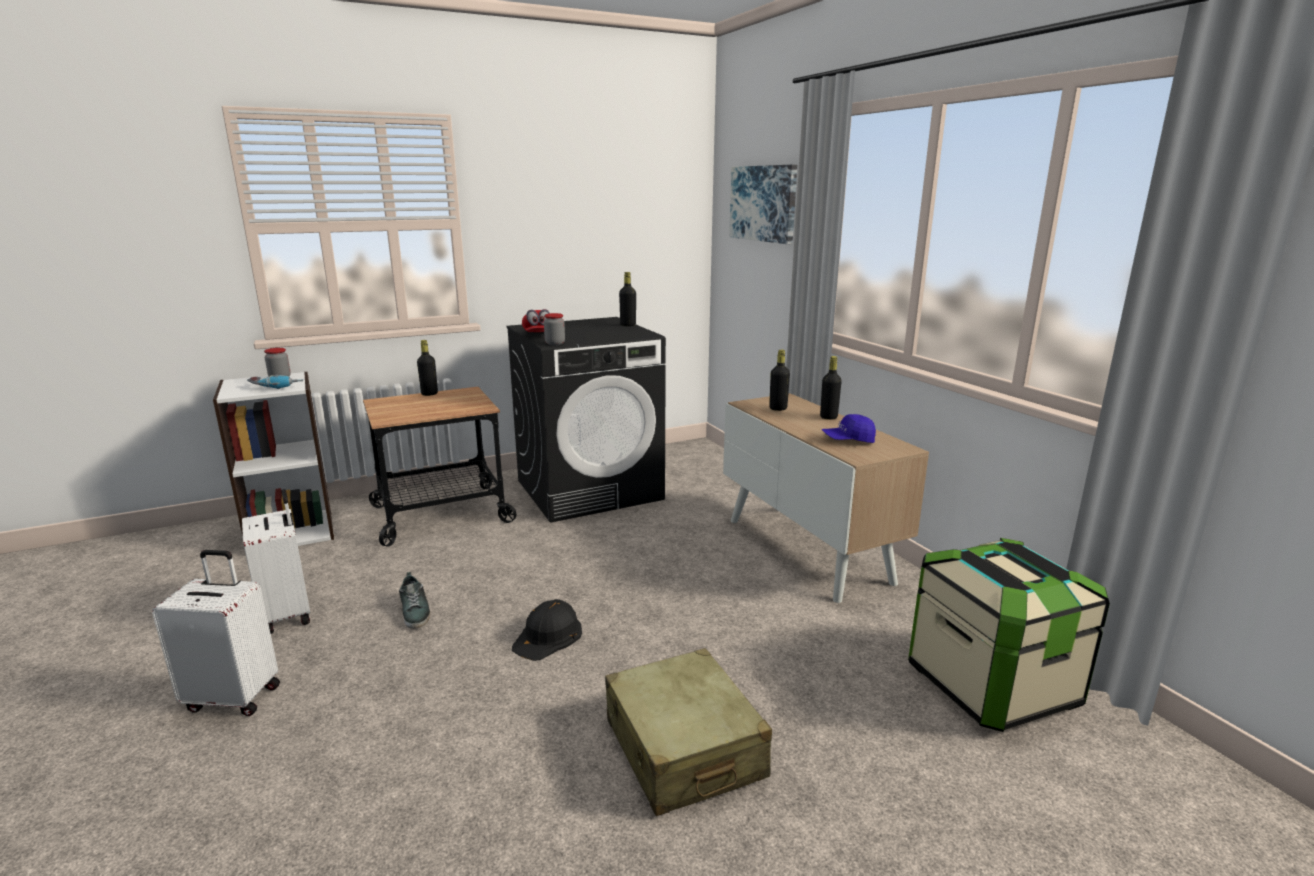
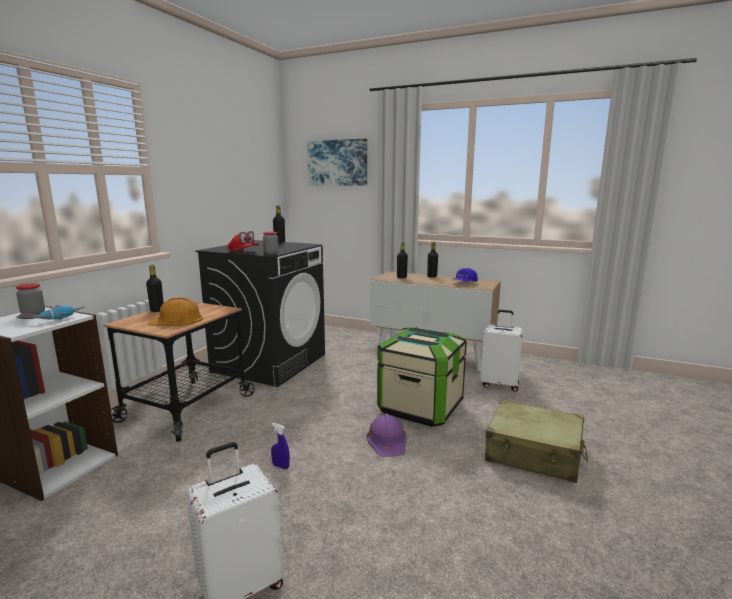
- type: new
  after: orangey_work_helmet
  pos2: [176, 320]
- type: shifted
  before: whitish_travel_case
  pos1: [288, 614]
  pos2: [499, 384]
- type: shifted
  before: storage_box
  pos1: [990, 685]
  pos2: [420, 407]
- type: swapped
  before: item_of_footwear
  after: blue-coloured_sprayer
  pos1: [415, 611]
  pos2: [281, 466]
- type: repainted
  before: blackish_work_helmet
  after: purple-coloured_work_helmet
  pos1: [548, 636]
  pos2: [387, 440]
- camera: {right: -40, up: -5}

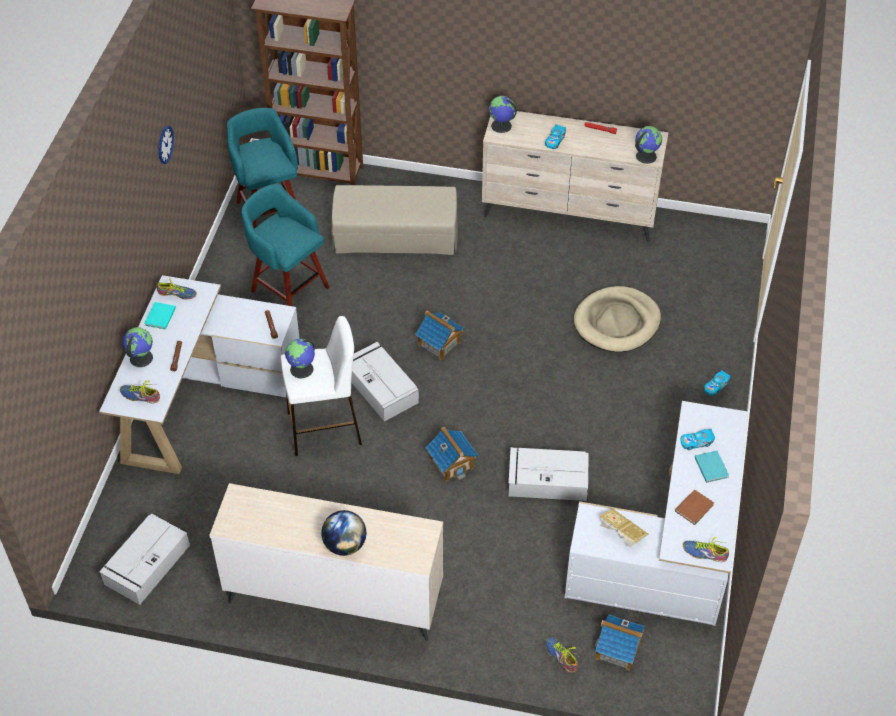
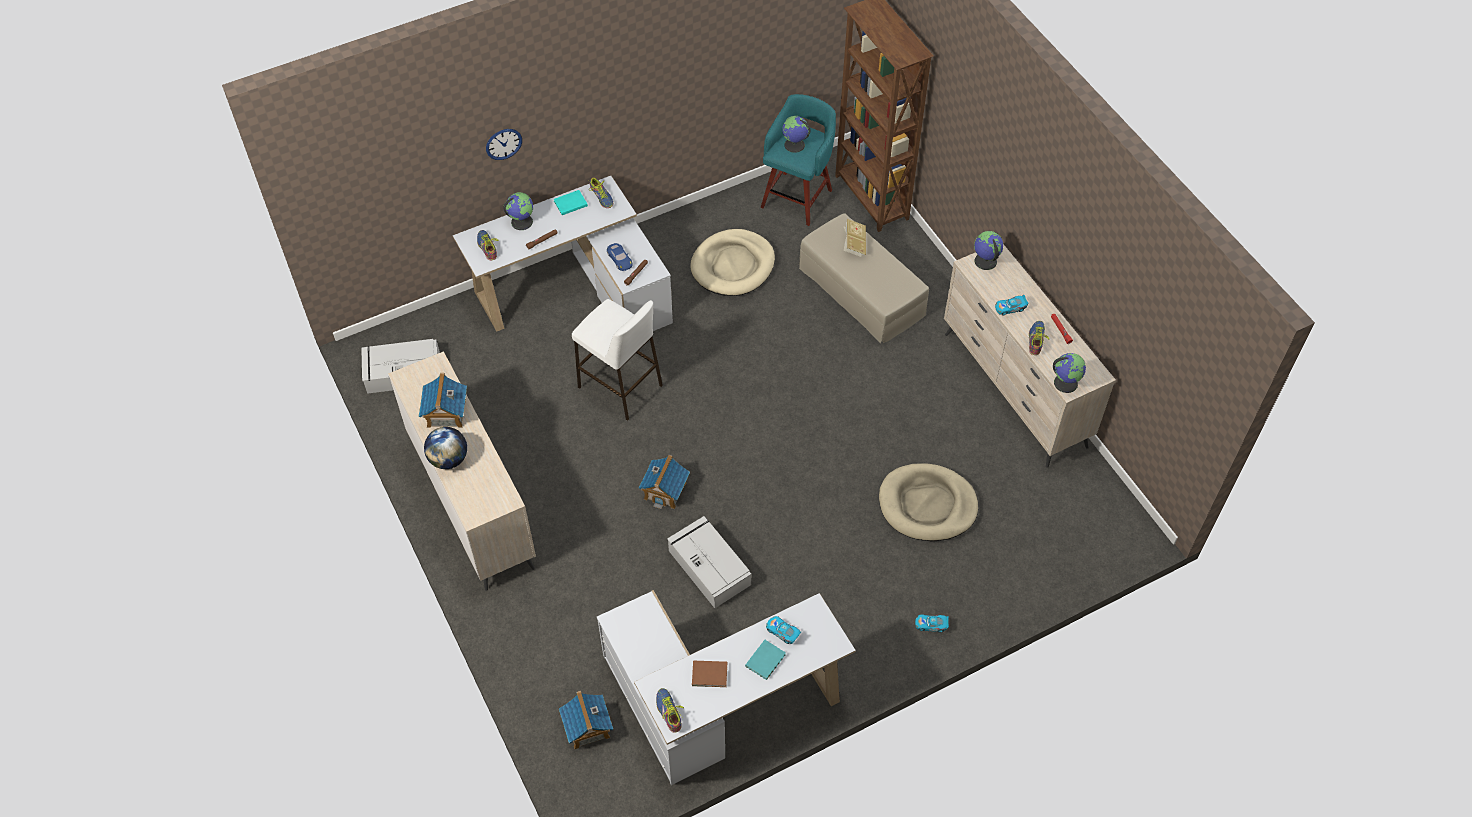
- type: gone
  before: gray_storage_box
  pos1: [380, 387]
- type: new
  after: blue-coloured_toy_car
  pos2: [619, 259]
- type: shifted
  before: clock_on_the_wall
  pos1: [165, 144]
  pos2: [503, 144]
- type: shifted
  before: globe
  pos1: [302, 369]
  pos2: [794, 145]
- type: shifted
  before: model_house
  pos1: [439, 344]
  pos2: [446, 413]
- type: shifted
  before: item_of_footwear
  pos1: [561, 656]
  pos2: [1036, 340]
- type: shifted
  before: bound_book
  pos1: [621, 534]
  pos2: [854, 244]
- type: swapped
  before: turquoise-coloured_sitting_stool
  after: beige-coloured_dog_cushion
  pos1: [288, 288]
  pos2: [733, 265]
- camera: {right: 50, up: 5}

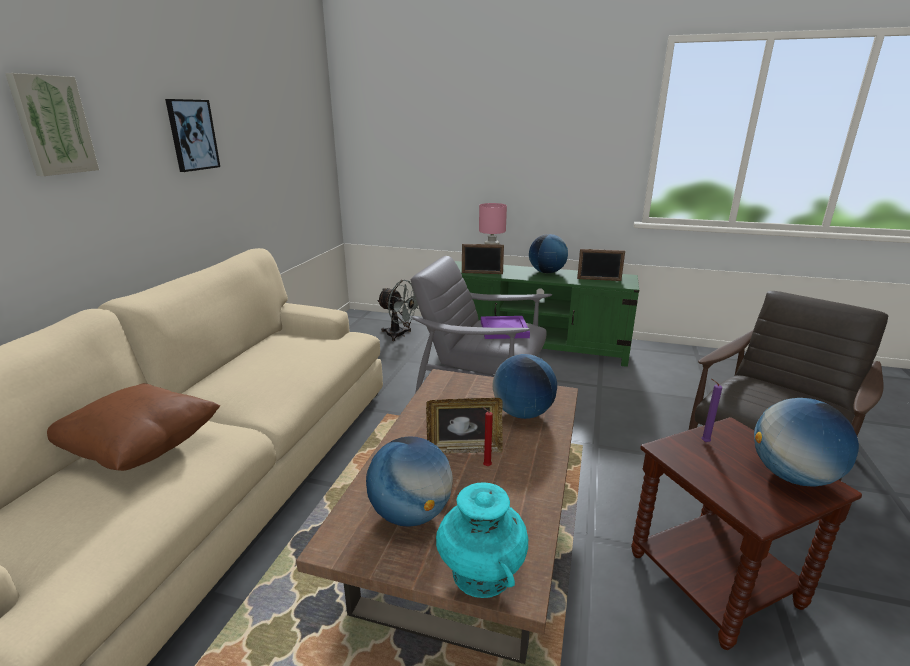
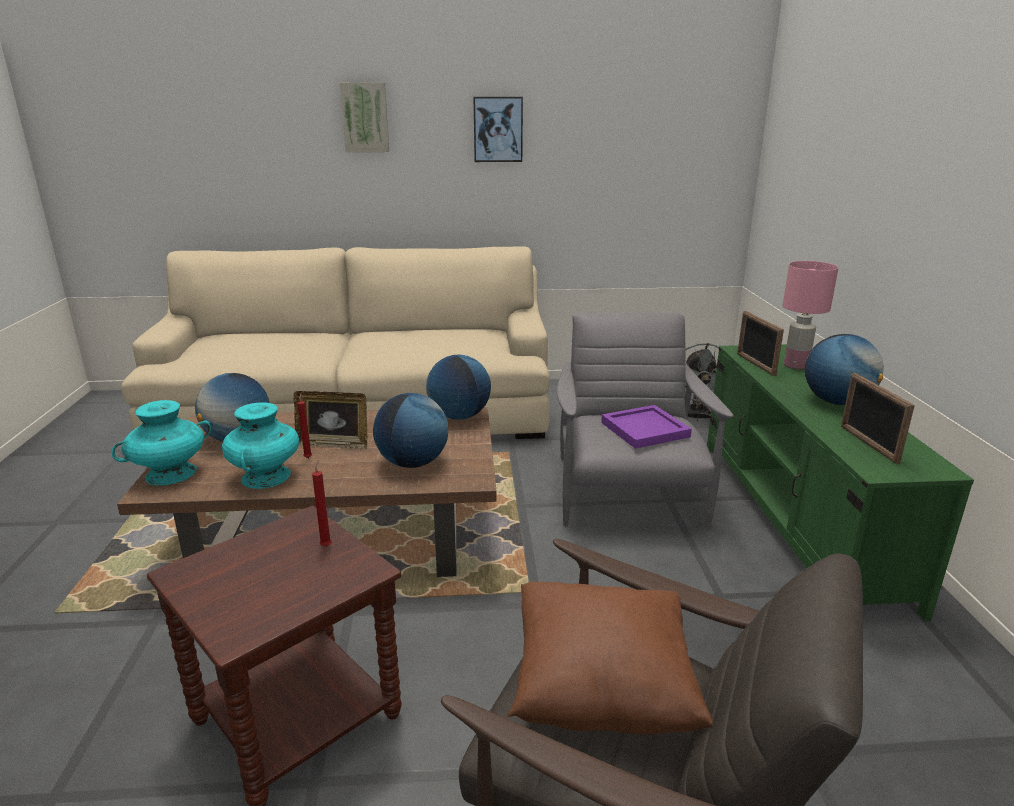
- type: new
  after: turquoise-coloured_decorative_vase
  pos2: [266, 477]
- type: shifted
  before: brown_cushion
  pos1: [142, 449]
  pos2: [601, 689]
- type: shifted
  before: globe
  pos1: [792, 476]
  pos2: [459, 416]
- type: repainted
  before: purple-coloured_wax_light
  after: red-coloured_wax_light
  pos1: [703, 442]
  pos2: [326, 545]
- type: rotated
  before: photo_frame
  pos1: [464, 449]
  pos2: [334, 444]
  turn: -60
- camera: {right: 70, up: 0}

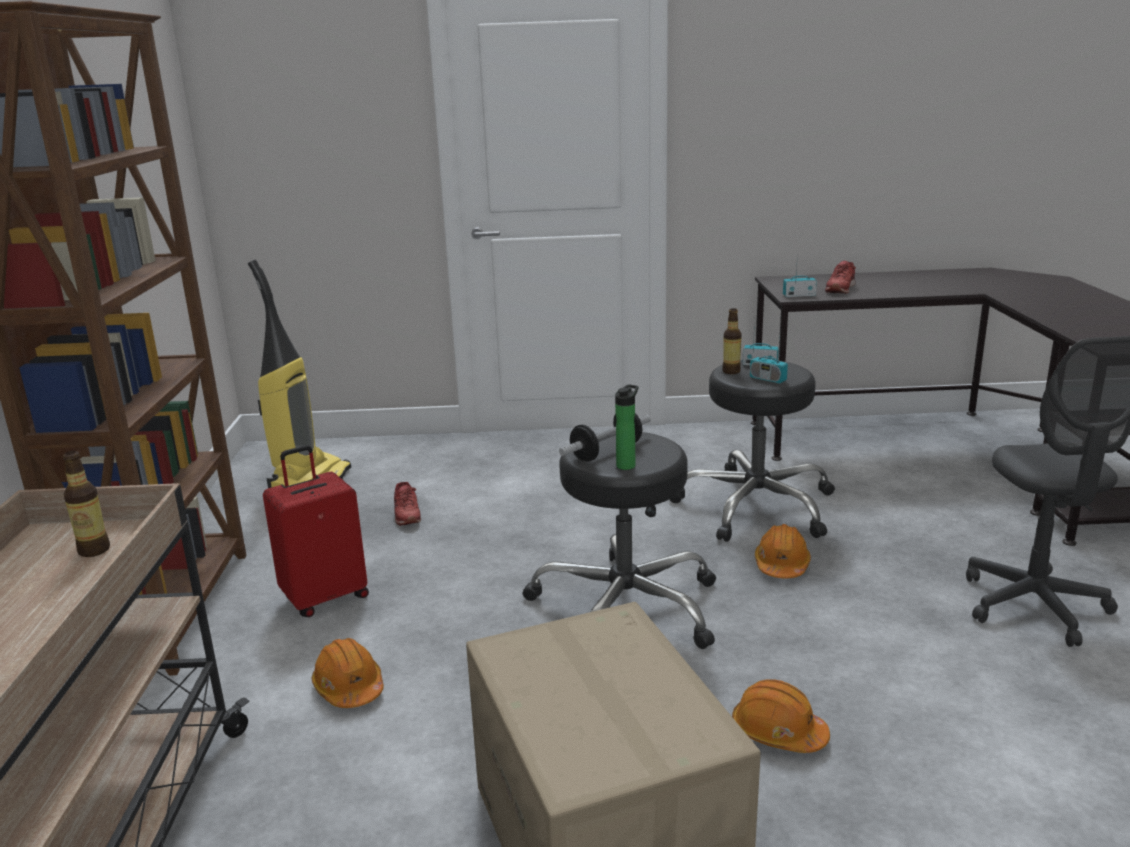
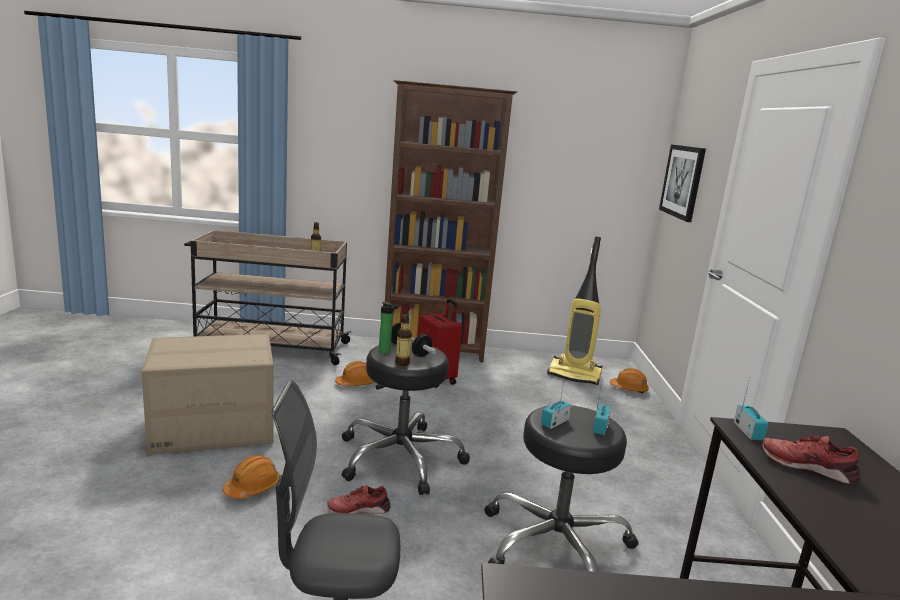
- type: new
  after: wall_art
  pos2: [682, 181]
- type: shifted
  before: red-coloured_item_of_footwear
  pos1: [406, 514]
  pos2: [358, 509]
- type: shifted
  before: beverage_bottle
  pos1: [731, 371]
  pos2: [402, 363]
- type: shifted
  before: orangey_work_helmet
  pos1: [781, 565]
  pos2: [629, 388]
- camera: {right: 90, up: -5}

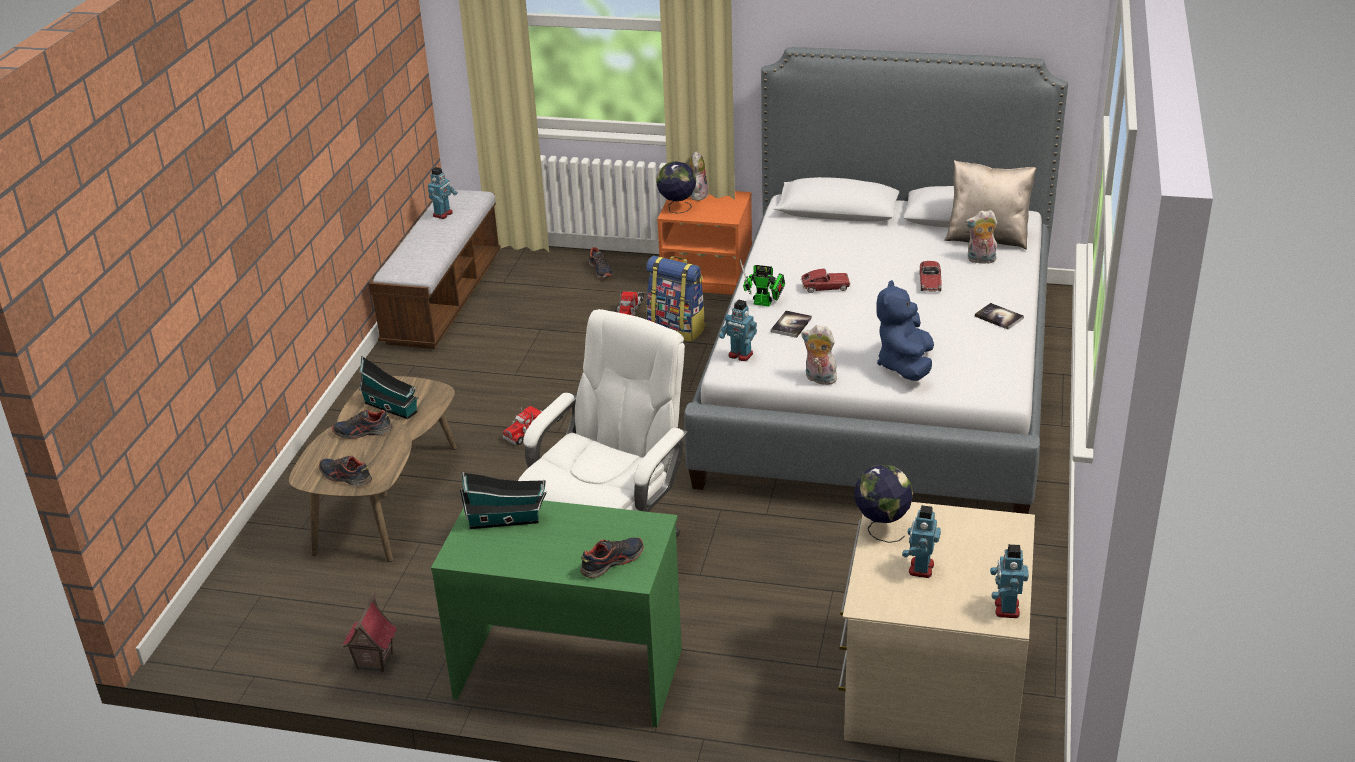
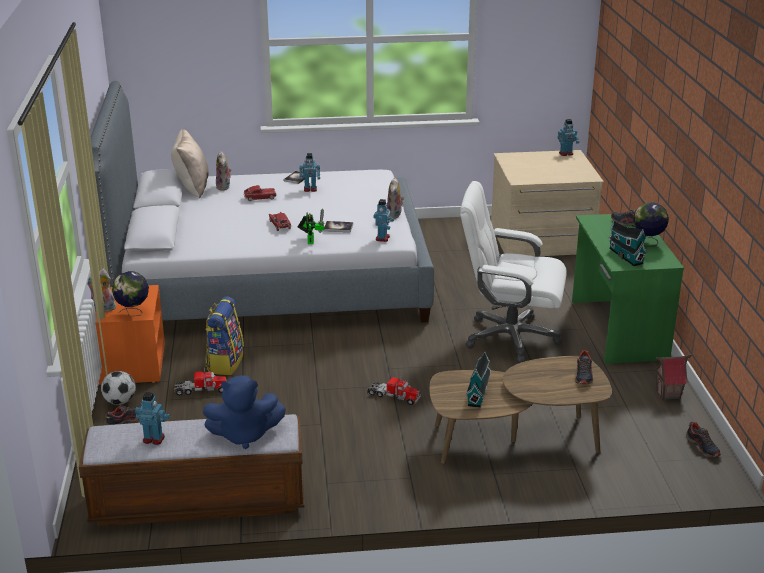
- type: new
  after: football_ball
  pos2: [120, 401]
- type: shifted
  before: item_of_footwear
  pos1: [362, 432]
  pos2: [703, 447]
- type: shifted
  before: globe
  pos1: [881, 529]
  pos2: [648, 243]
- type: shifted
  before: blue-coloured_plush_toy
  pos1: [905, 366]
  pos2: [244, 435]
- type: shifted
  before: model_robot
  pos1: [920, 568]
  pos2: [310, 189]
- camera: {right: -110, up: -5}

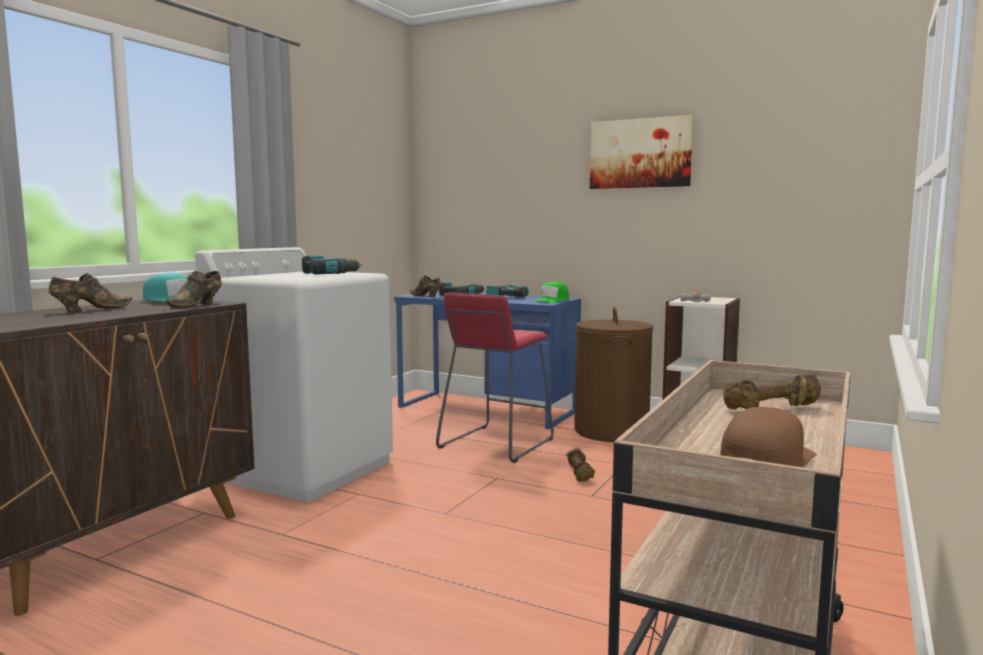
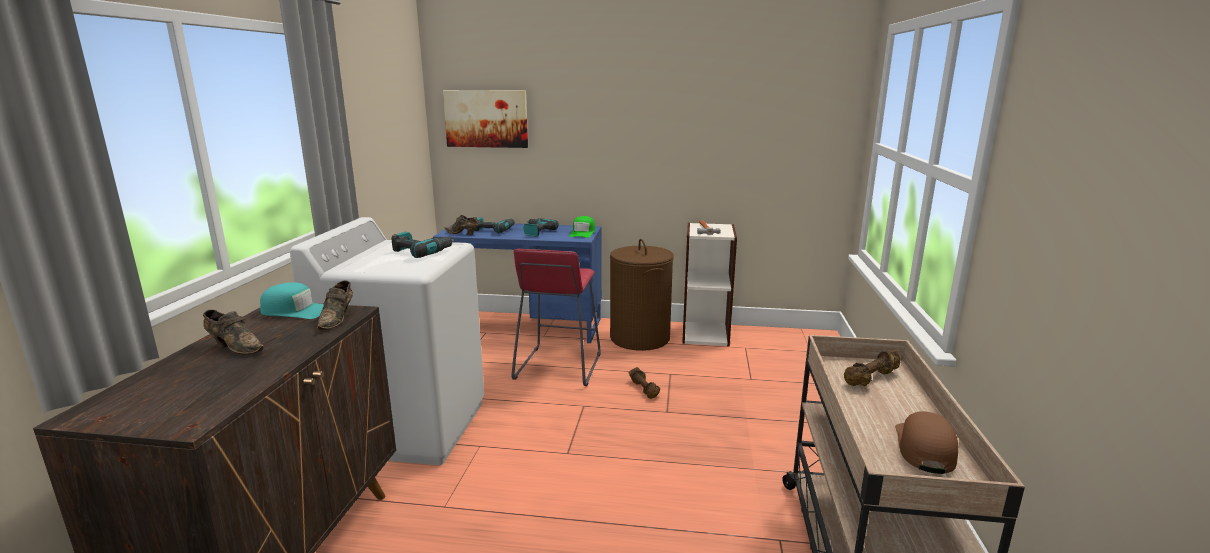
- type: shifted
  before: wall_art
  pos1: [640, 153]
  pos2: [486, 118]
- type: rotated
  before: brown_item_of_footwear
  pos1: [89, 310]
  pos2: [235, 347]
  turn: 90
- camera: {right: -20, up: 10}

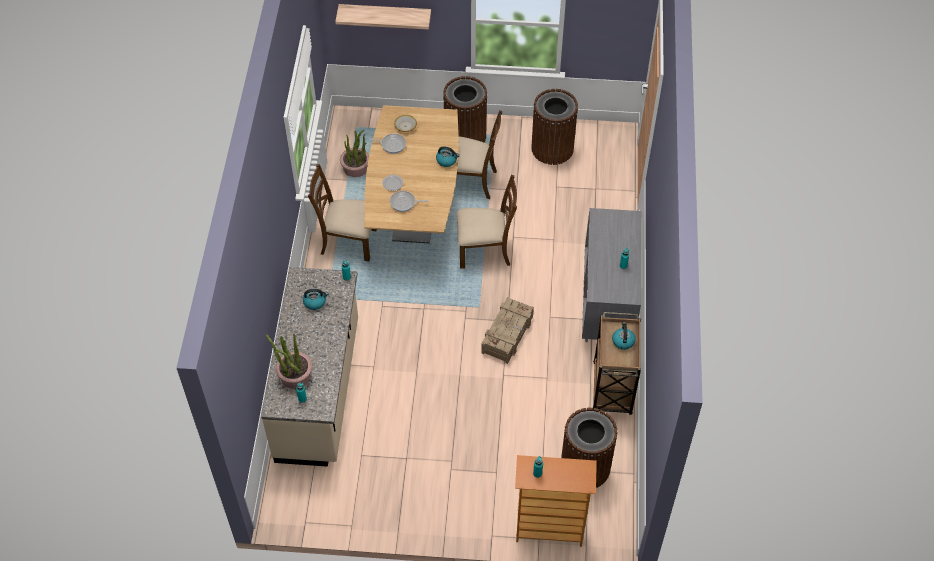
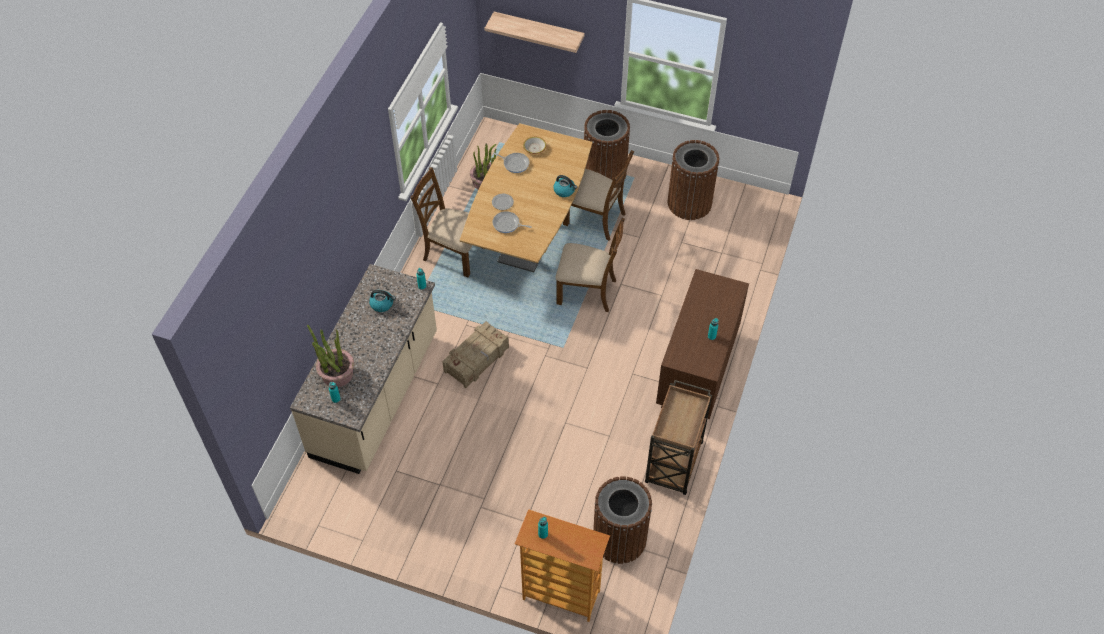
- type: gone
  before: water_kettle
  pos1: [623, 341]
- type: shifted
  before: shipping_crate
  pos1: [508, 334]
  pos2: [477, 359]
- type: repainted
  before: gray_chest_of_drawers
  after: brown_chest_of_drawers
  pos1: [607, 302]
  pos2: [697, 371]
- camera: {right: 15, up: 0}

